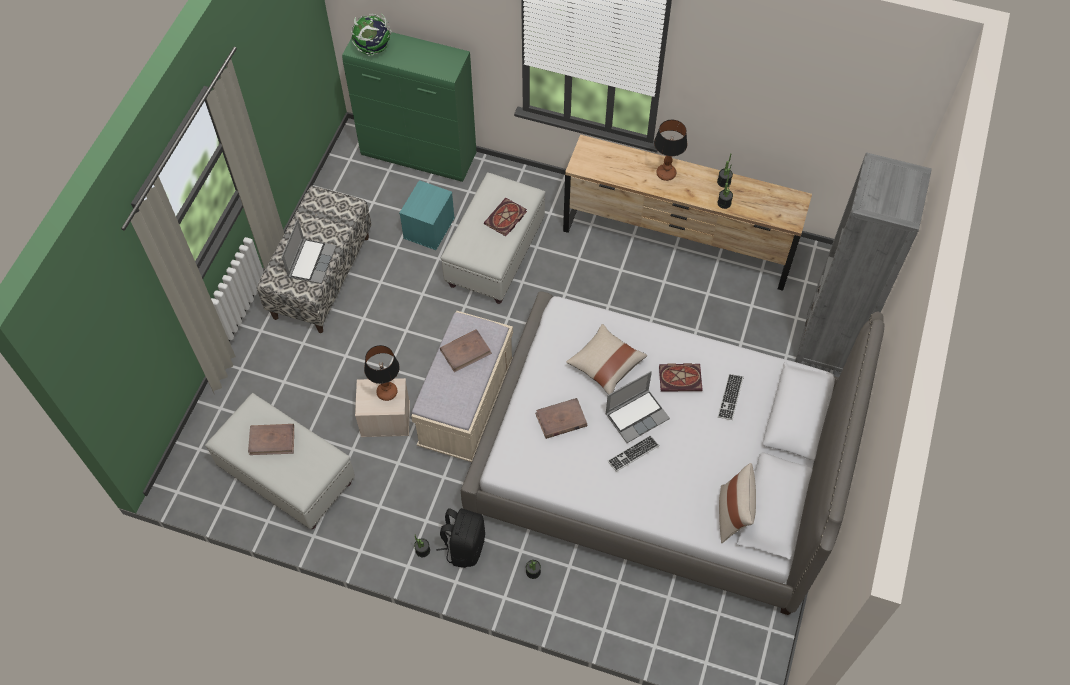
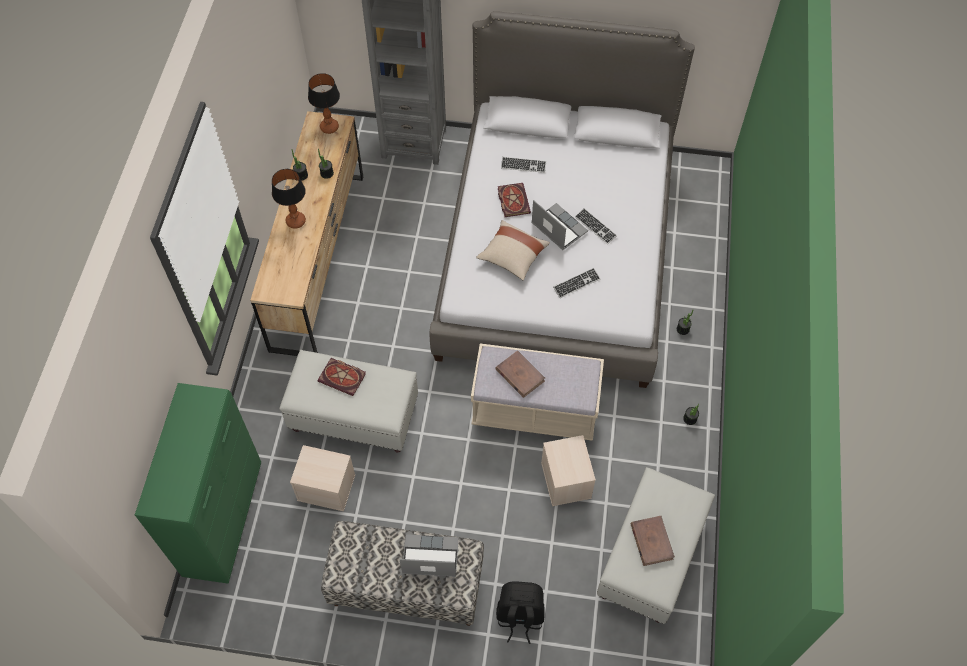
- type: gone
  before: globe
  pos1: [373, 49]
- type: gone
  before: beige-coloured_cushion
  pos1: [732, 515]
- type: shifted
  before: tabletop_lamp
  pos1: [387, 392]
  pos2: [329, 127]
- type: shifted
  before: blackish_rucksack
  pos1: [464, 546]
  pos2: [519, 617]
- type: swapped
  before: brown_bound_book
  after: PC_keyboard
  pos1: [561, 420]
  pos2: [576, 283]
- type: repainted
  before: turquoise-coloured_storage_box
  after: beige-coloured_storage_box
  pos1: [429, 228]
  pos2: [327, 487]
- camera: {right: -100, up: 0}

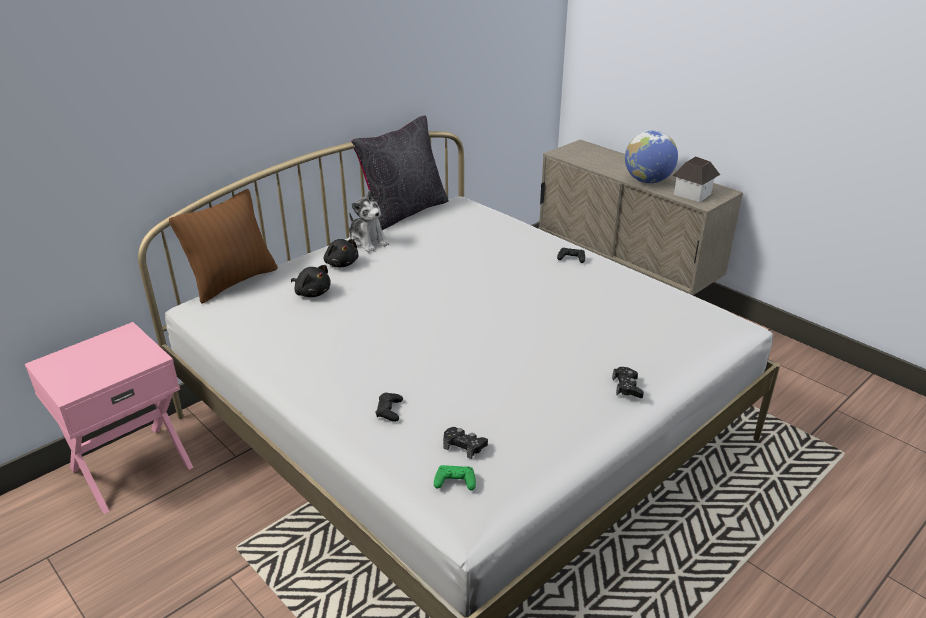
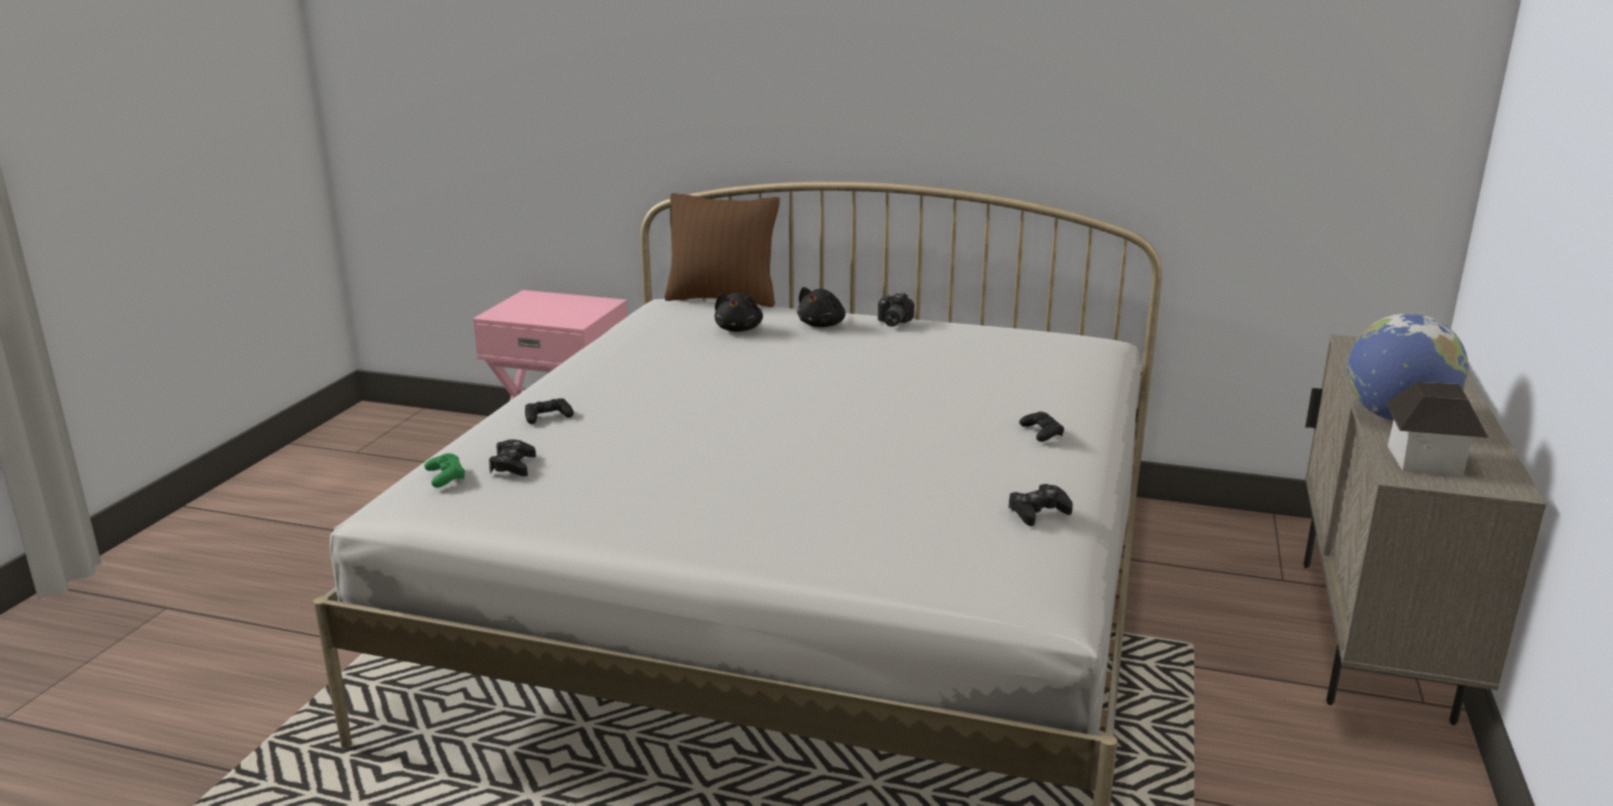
- type: gone
  before: blackish_cushion
  pos1: [404, 212]
- type: shifted
  before: blackish_gamepad
  pos1: [627, 387]
  pos2: [1038, 512]
- type: swapped
  before: plush_toy
  after: still_camera
  pos1: [367, 242]
  pos2: [891, 322]
- camera: {right: 60, up: -10}

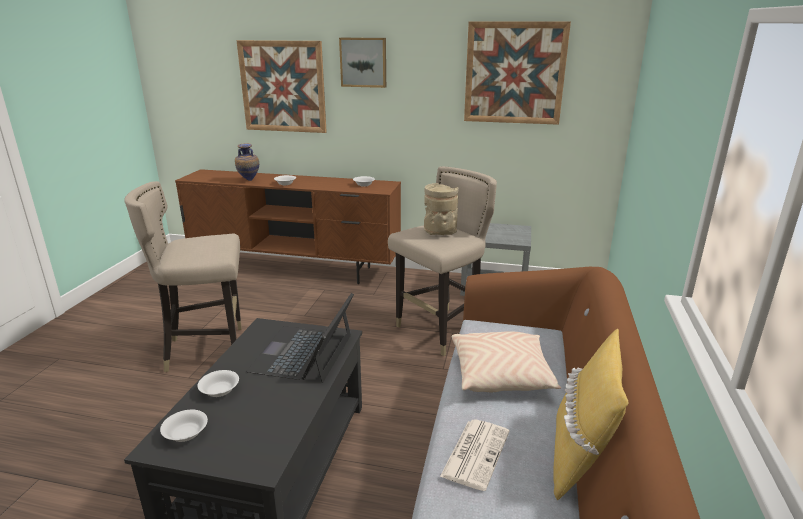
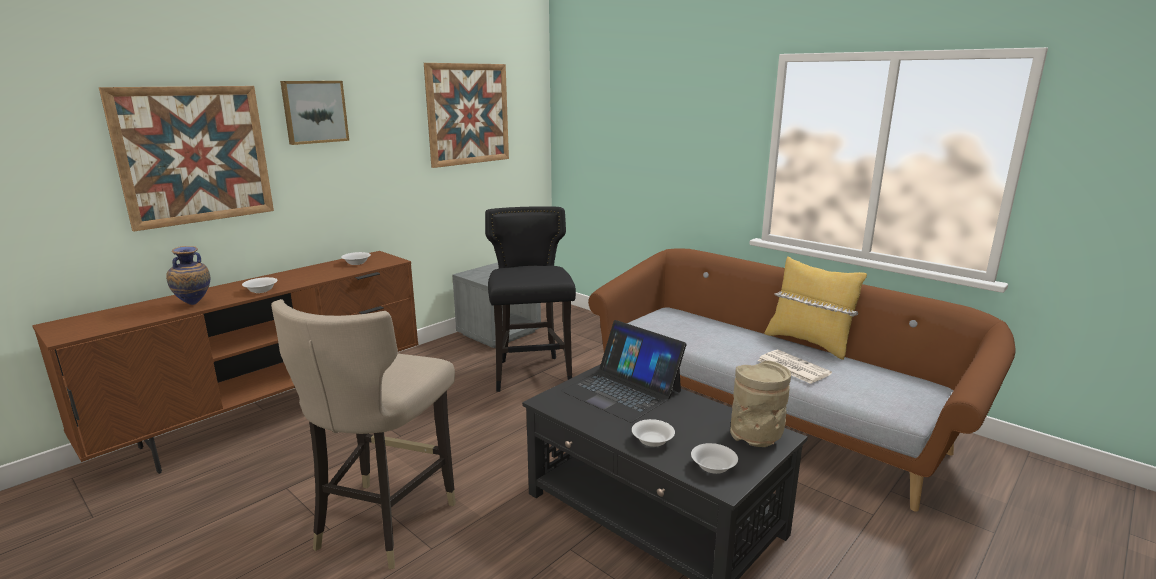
- type: gone
  before: beige-coloured_cushion
  pos1: [501, 375]
- type: shifted
  before: beige-coloured_decorative_vase
  pos1: [439, 232]
  pos2: [756, 437]
- type: repainted
  before: beige-coloured_sitting_stool
  after: blackish_sitting_stool
  pos1: [441, 331]
  pos2: [532, 375]
- camera: {right: -60, up: -5}

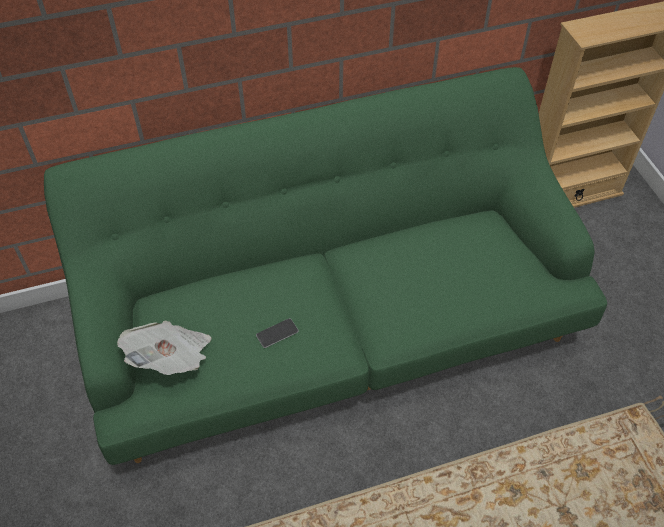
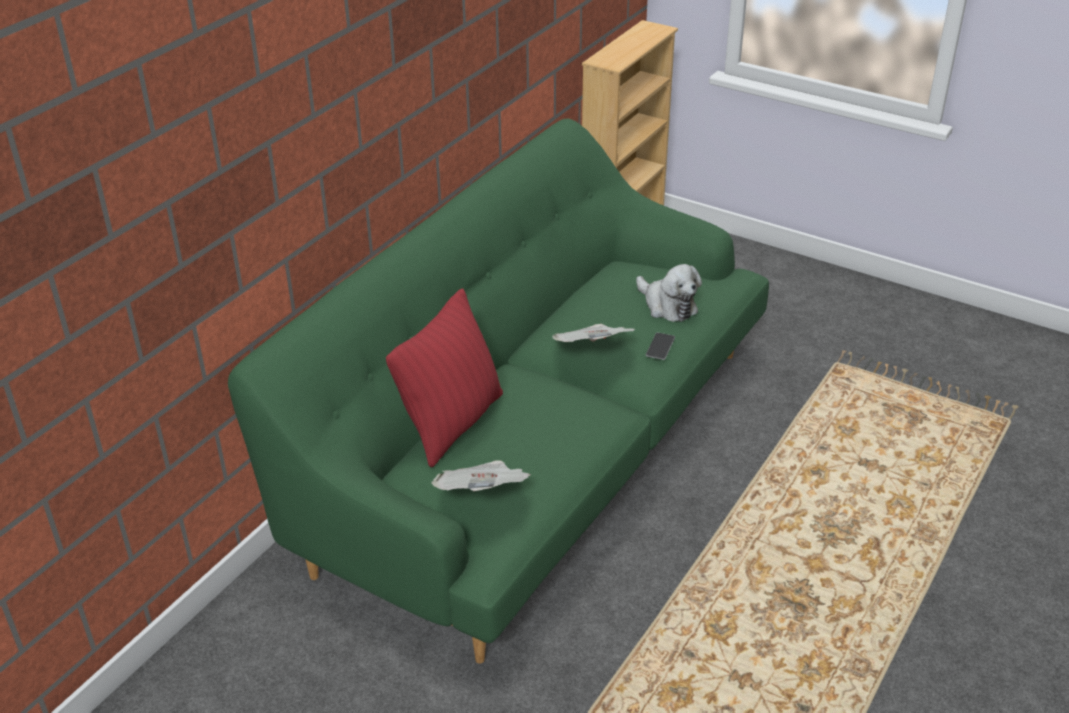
- type: new
  after: red-coloured_cushion
  pos2: [452, 424]
- type: new
  after: daily_paper
  pos2: [592, 351]
- type: new
  after: plush_toy
  pos2: [667, 305]
- type: shifted
  before: phone
  pos1: [277, 333]
  pos2: [660, 346]
- camera: {right: -40, up: -15}

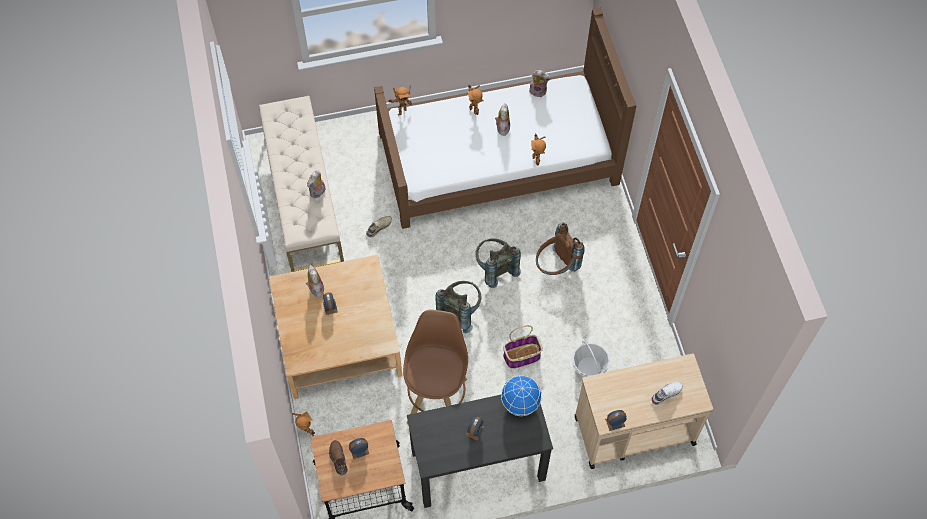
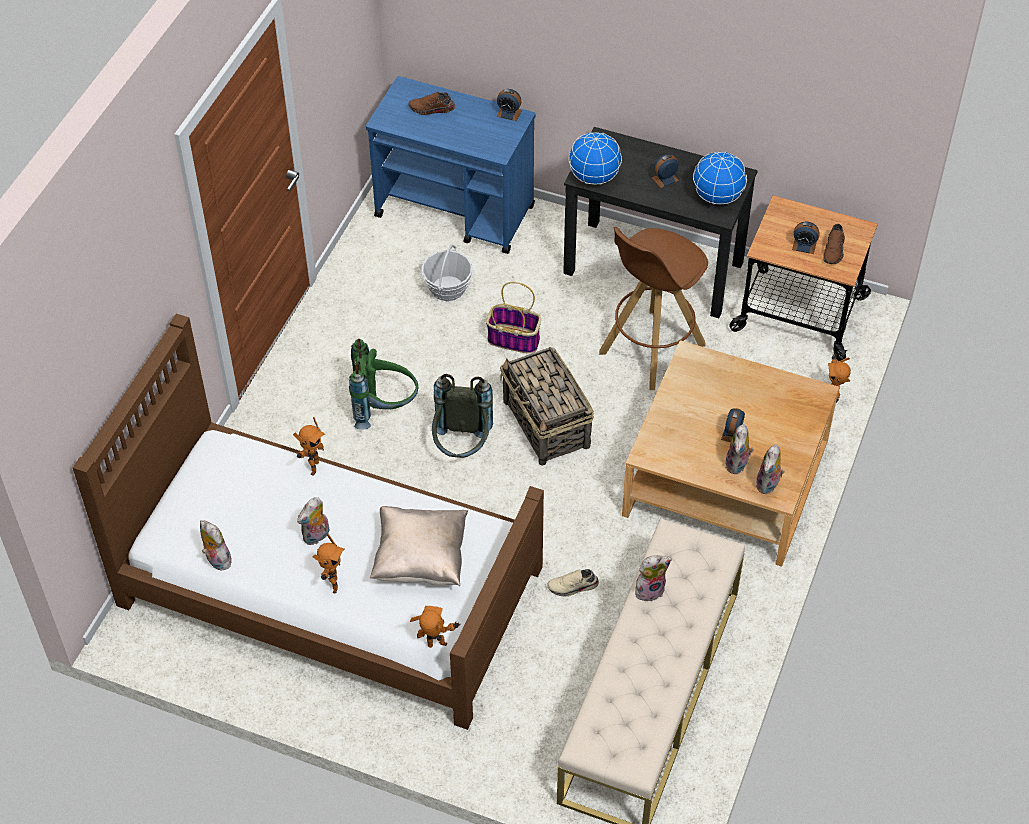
- type: new
  after: beige-coloured_cushion
  pos2: [420, 559]
- type: new
  after: globe
  pos2: [718, 197]
- type: new
  after: plush_toy
  pos2: [768, 485]
- type: swapped
  before: gray_rucksack
  after: household_basket
  pos1: [460, 311]
  pos2: [546, 425]
- type: repainted
  before: brown_rucksack
  after: greenish_rucksack
  pos1: [556, 267]
  pos2: [384, 408]
- type: repainted
  before: beige-coloured_cart
  after: blue-coloured_cart
  pos1: [633, 430]
  pos2: [456, 212]
- type: repainted
  before: whitish_item_of_footwear
  after: brown_item_of_footwear
  pos1: [666, 393]
  pos2: [431, 109]
- camera: {right: -145, up: -10}

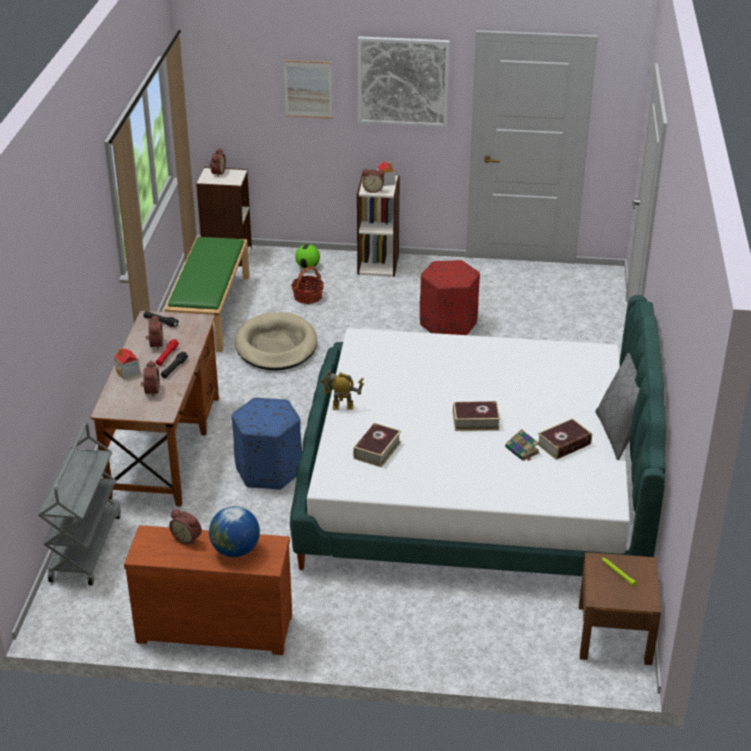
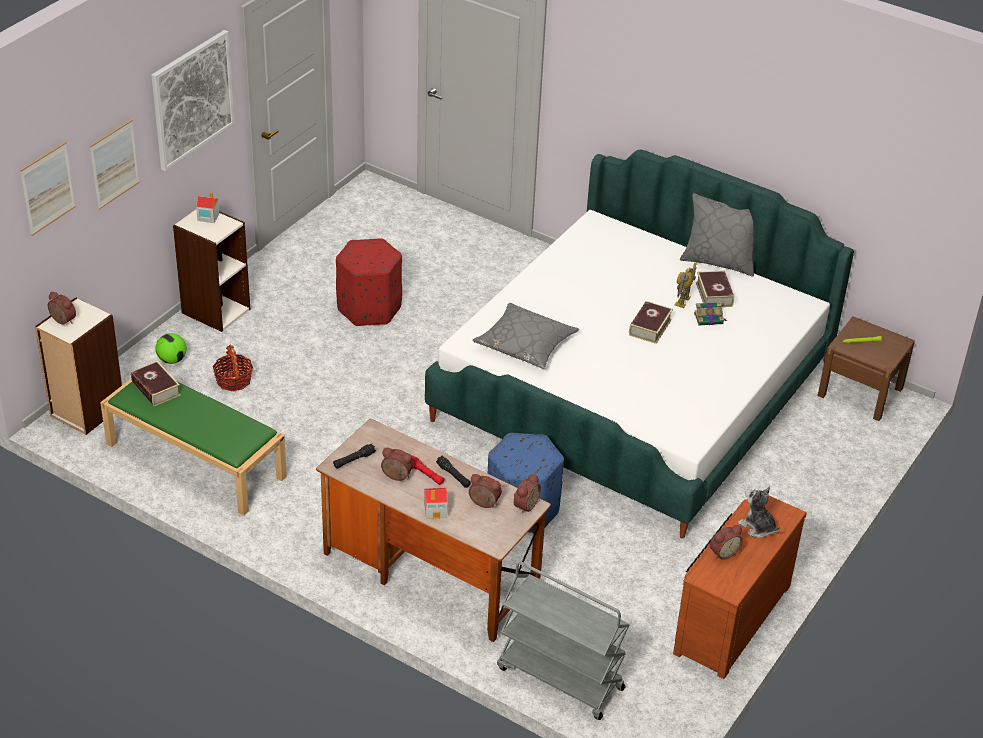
- type: gone
  before: beige-coloured_dog_cushion
  pos1: [276, 346]
- type: new
  after: wall_art
  pos2: [47, 188]
- type: new
  after: gray_cushion
  pos2: [525, 344]
- type: shifted
  before: model_robot
  pos1: [342, 407]
  pos2: [683, 301]
- type: shifted
  before: bound_book
  pos1: [377, 450]
  pos2: [156, 389]
- type: shifted
  before: table_clock
  pos1: [373, 190]
  pos2: [524, 505]
- type: swapped
  before: globe
  after: plush_toy
  pos1: [235, 550]
  pos2: [757, 527]
- camera: {right: -65, up: 5}

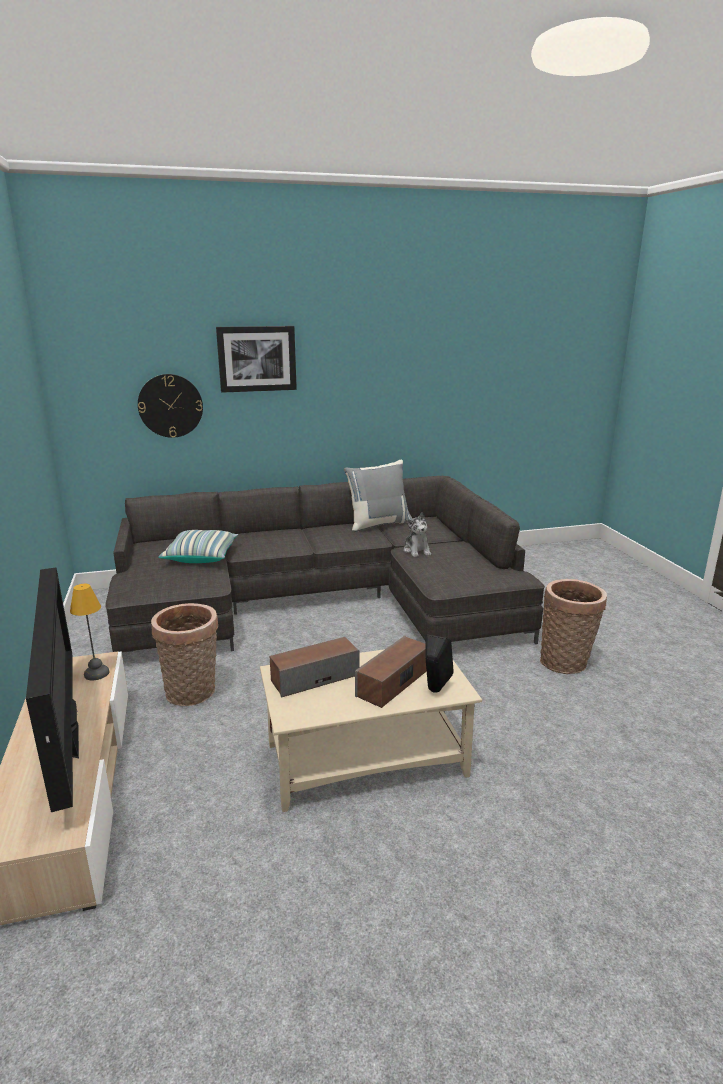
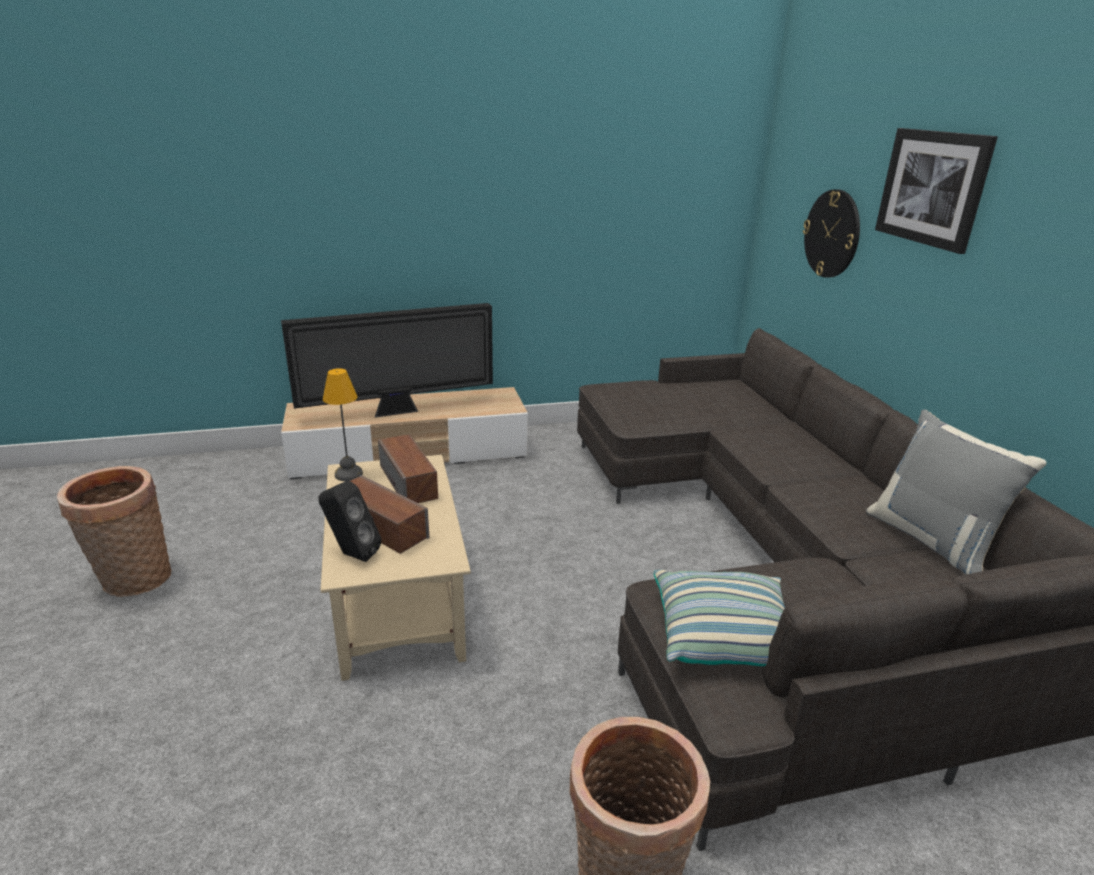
- type: gone
  before: plush_toy
  pos1: [417, 551]
- type: shifted
  before: tabletop_lamp
  pos1: [96, 674]
  pos2: [347, 474]
- type: shifted
  before: household_basket
  pos1: [192, 694]
  pos2: [132, 580]
- type: shifted
  before: cushion
  pos1: [201, 556]
  pos2: [723, 635]
- camera: {right: 90, up: 5}

